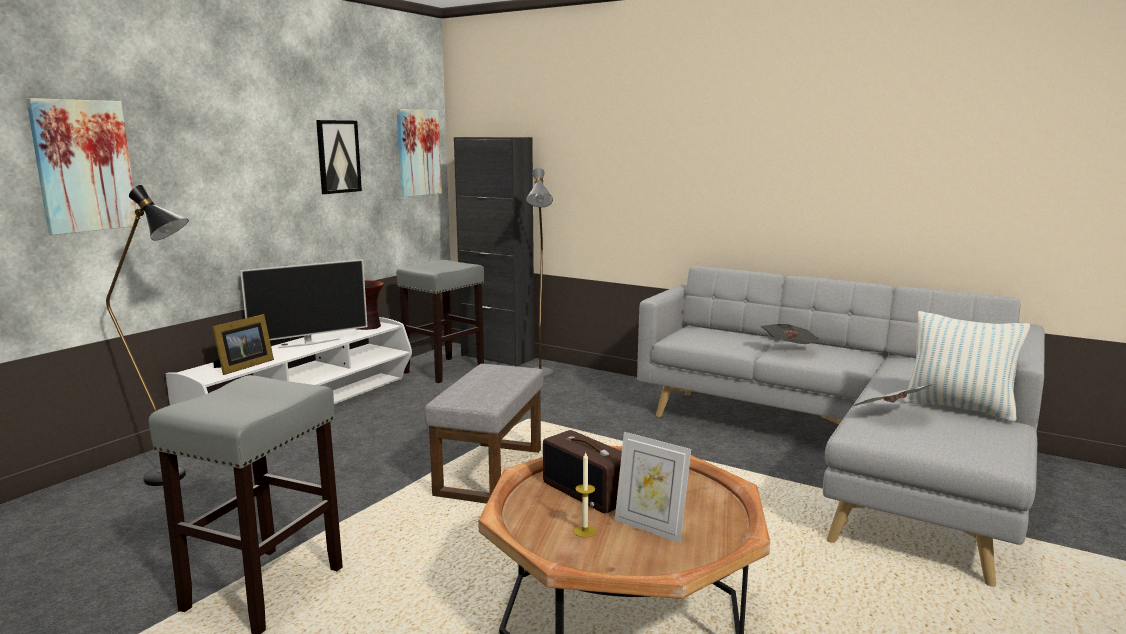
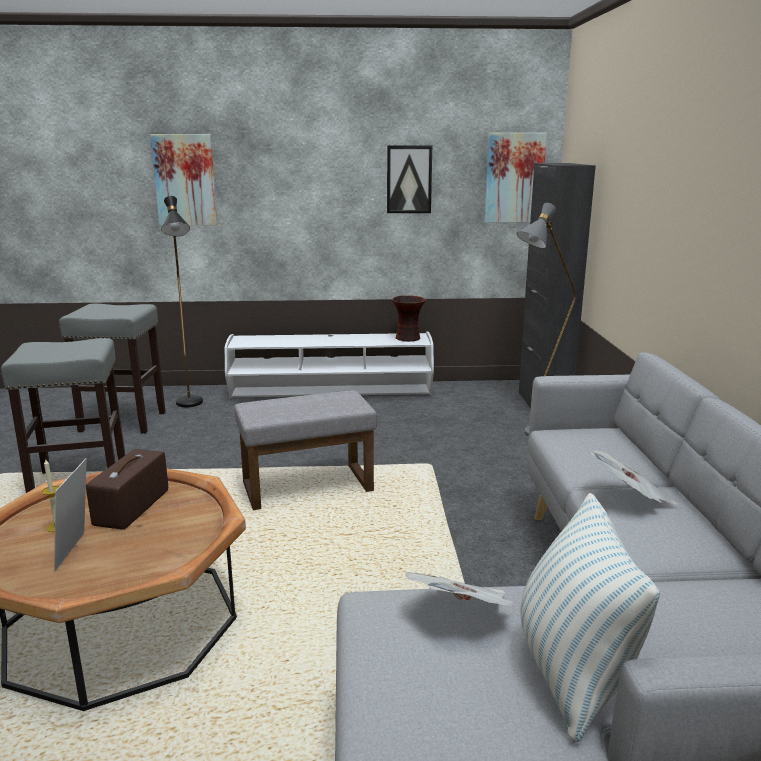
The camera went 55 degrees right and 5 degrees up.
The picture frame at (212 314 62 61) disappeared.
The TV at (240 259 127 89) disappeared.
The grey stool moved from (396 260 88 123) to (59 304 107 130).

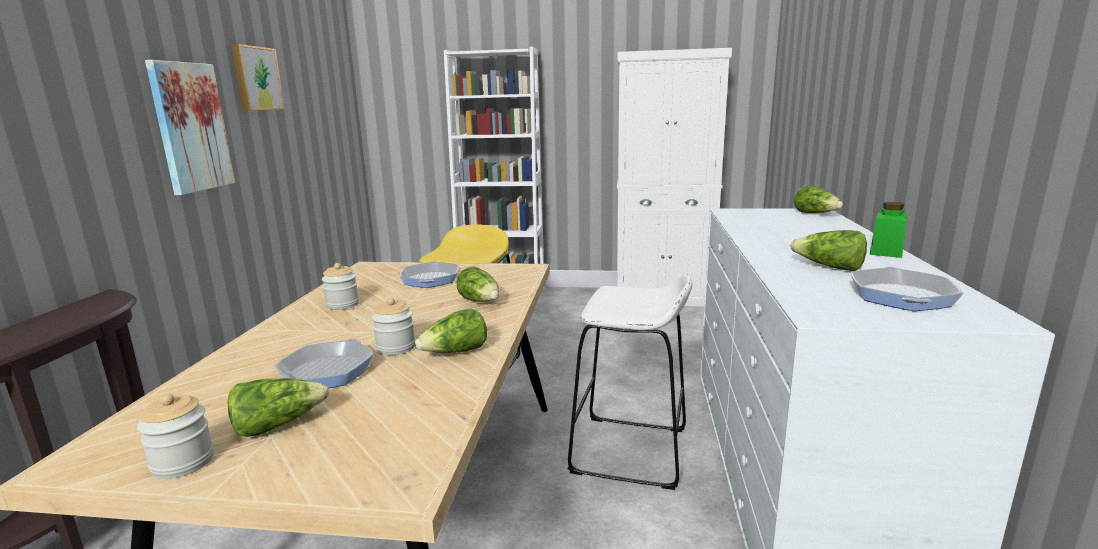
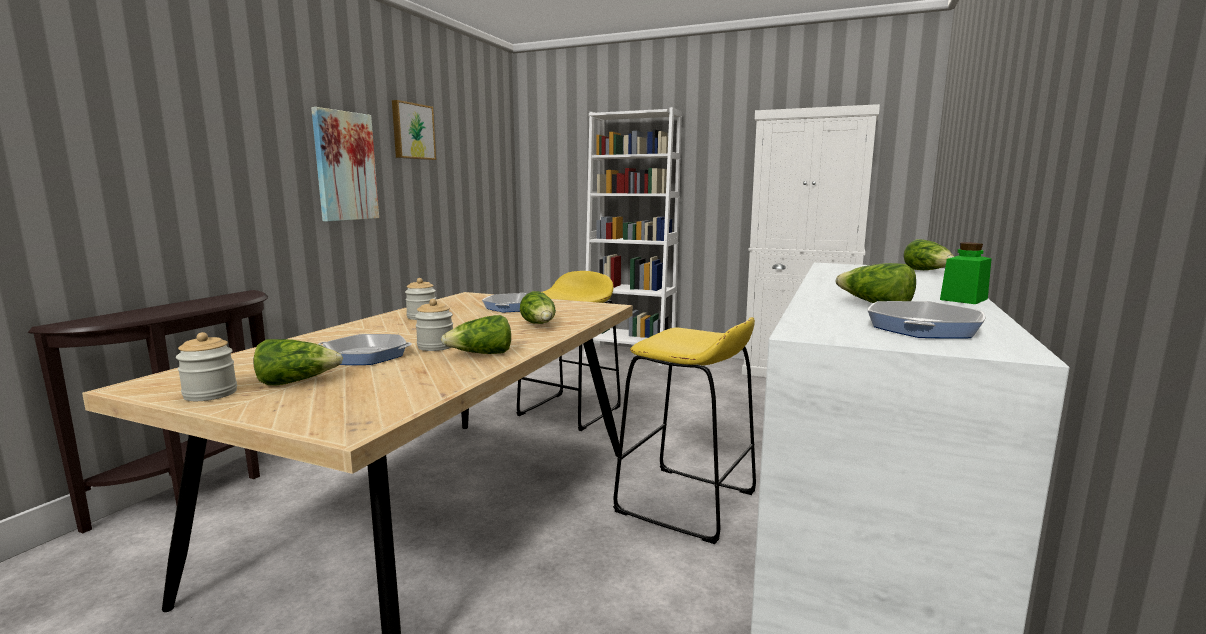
The camera went 15 degrees right and 5 degrees down.
The frying pan at (274 338 100 50) turned 120 degrees counterclockwise.
The whitish stool at (568 274 124 216) became the yellow stool at (613 317 143 227).

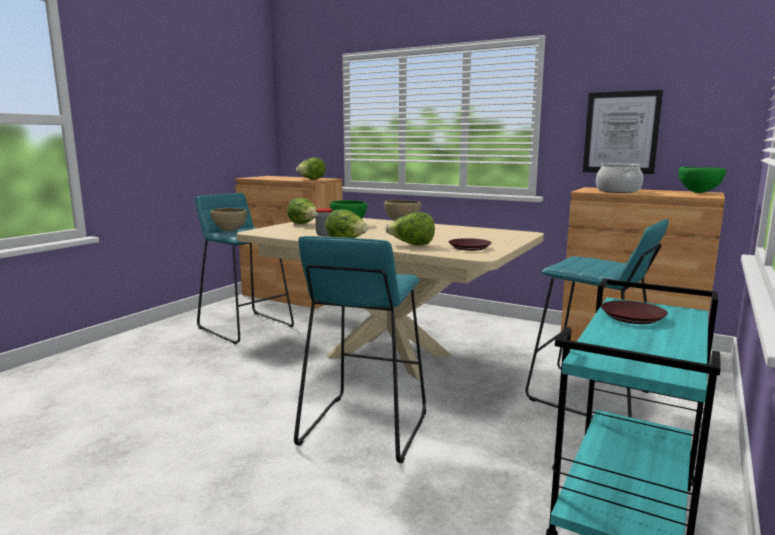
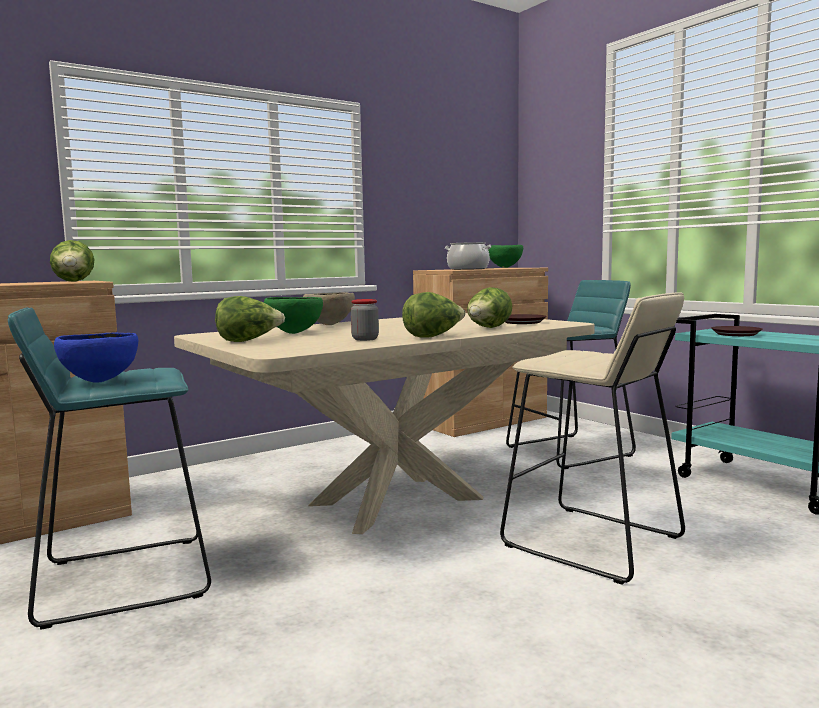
The camera went 65 degrees left and 5 degrees down.
The brown-coloured serving bowl at (210 208 37 24) became the blue-coloured serving bowl at (54 333 84 50).
The turquoise-coloured stool at (294 236 132 227) became the beige-coloured stool at (500 292 185 293).
The wall art at (583 90 80 84) disappeared.

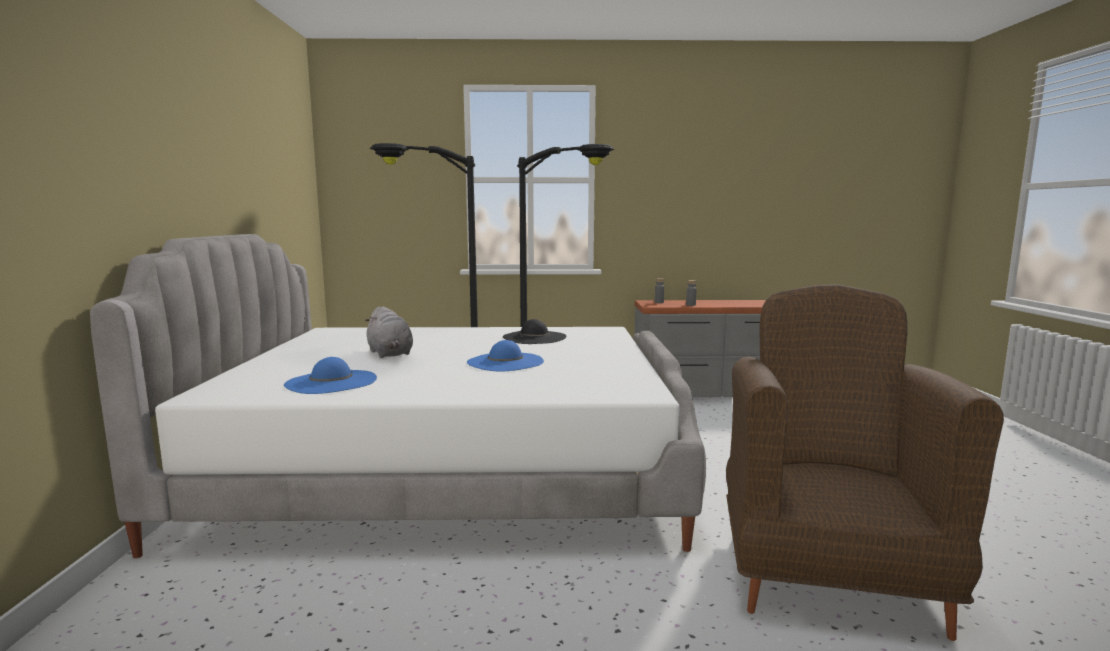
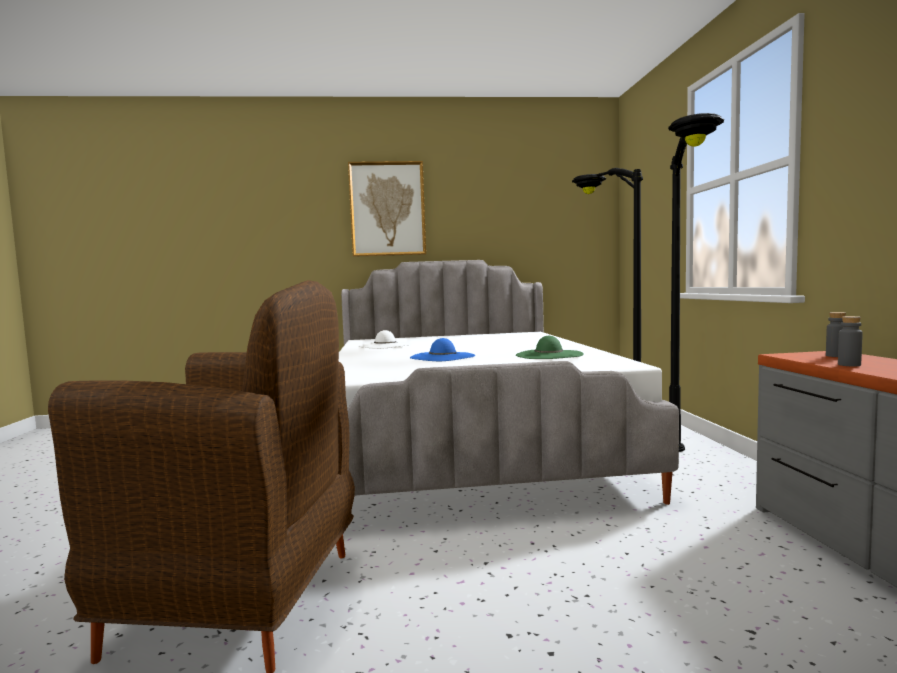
The camera went 85 degrees right and 5 degrees down.
The blue-coloured clothing hat at (284 357 93 37) became the whitish clothing hat at (358 330 54 19).
The grey plush toy at (365 307 48 51) disappeared.
The blackish clothing hat at (503 319 63 25) became the green clothing hat at (516 336 68 23).
The wall art at (348 161 78 96) appeared.

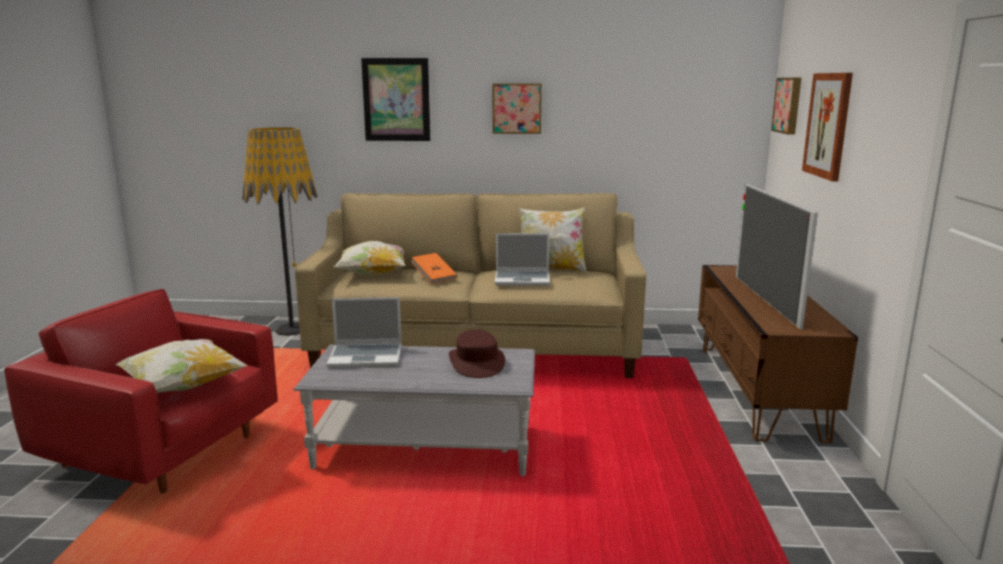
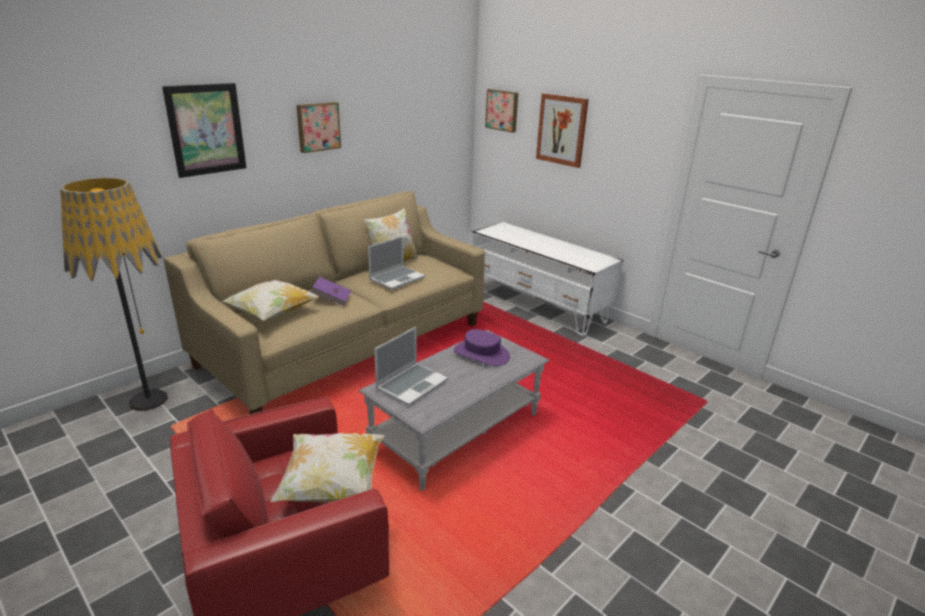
The camera went 50 degrees left and 10 degrees up.
The orange-coloured volume at (411 253 46 31) became the purple volume at (311 277 40 29).
The brown-coloured clothing hat at (449 330 56 48) became the purple clothing hat at (454 329 56 37).
The brown-coloured media console at (698 265 160 178) became the whitish media console at (471 222 152 114).
The TV at (736 184 82 145) disappeared.

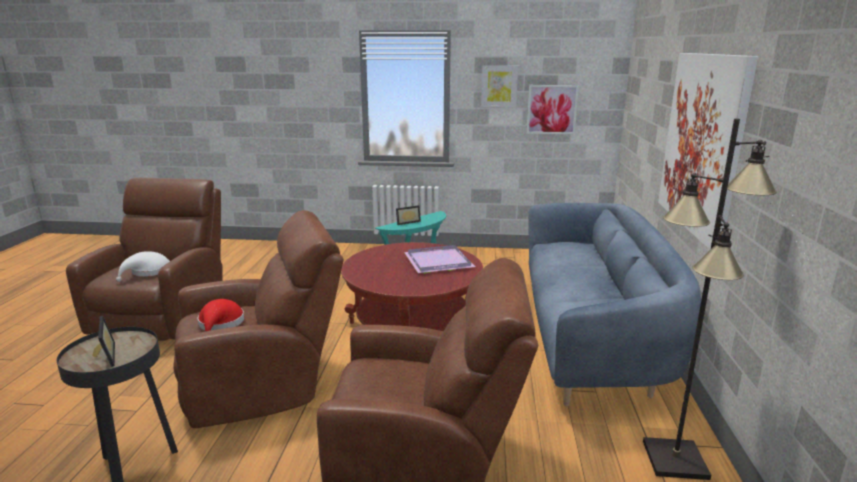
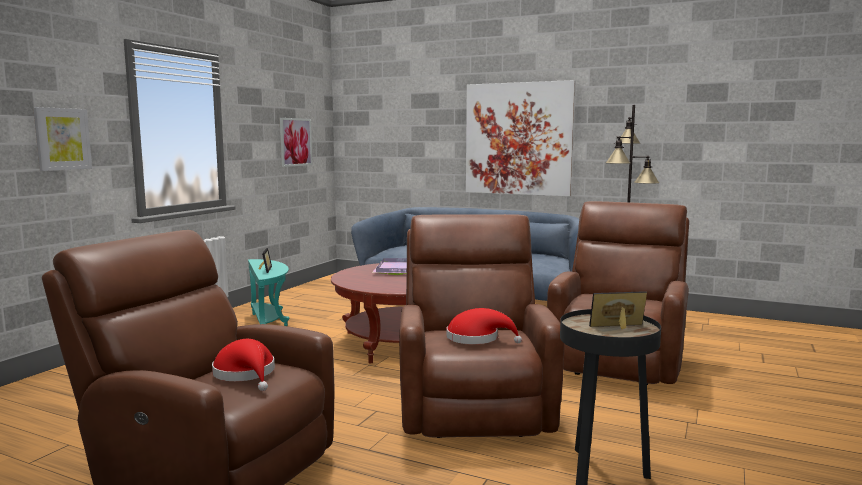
The camera went 70 degrees left and 10 degrees down.
The whitish clothing hat at (116 251 54 31) became the reddish clothing hat at (212 339 63 52).
The wall art moved from (481 65 37 43) to (33 107 59 64).

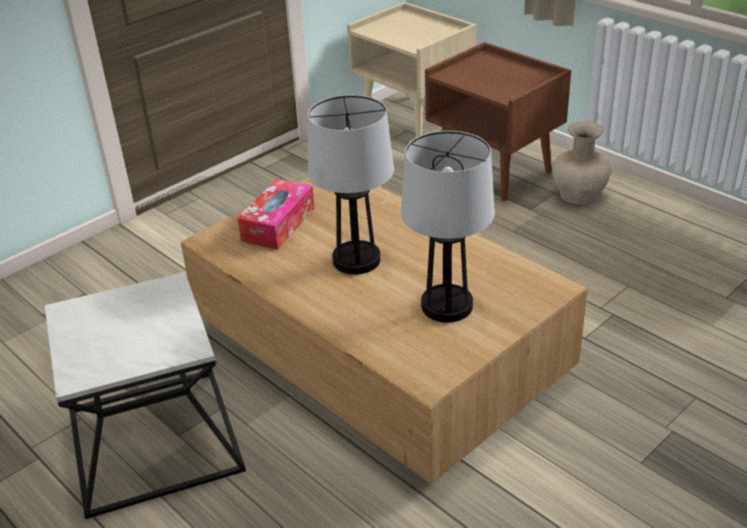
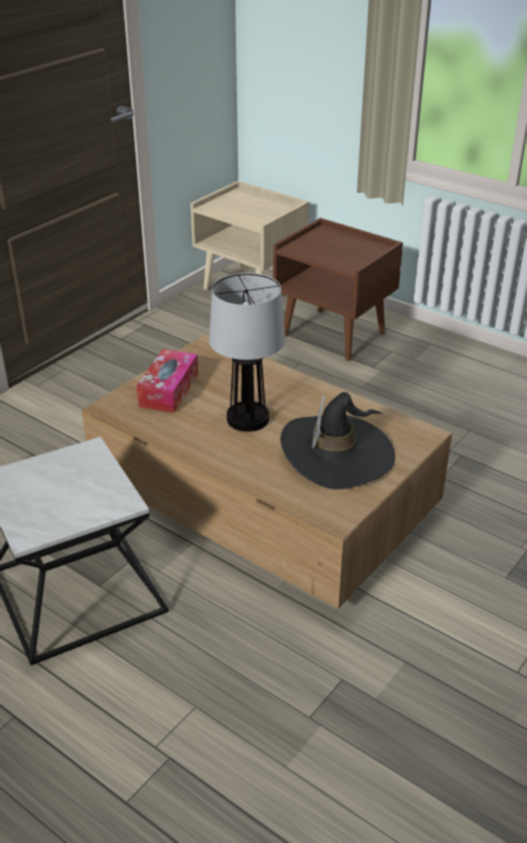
The camera went 10 degrees left and 0 degrees up.
The lamp for a table at (401 131 94 192) was replaced by the blackish clothing hat at (280 392 115 98).
The beige-coloured flower vase at (552 121 59 83) disappeared.

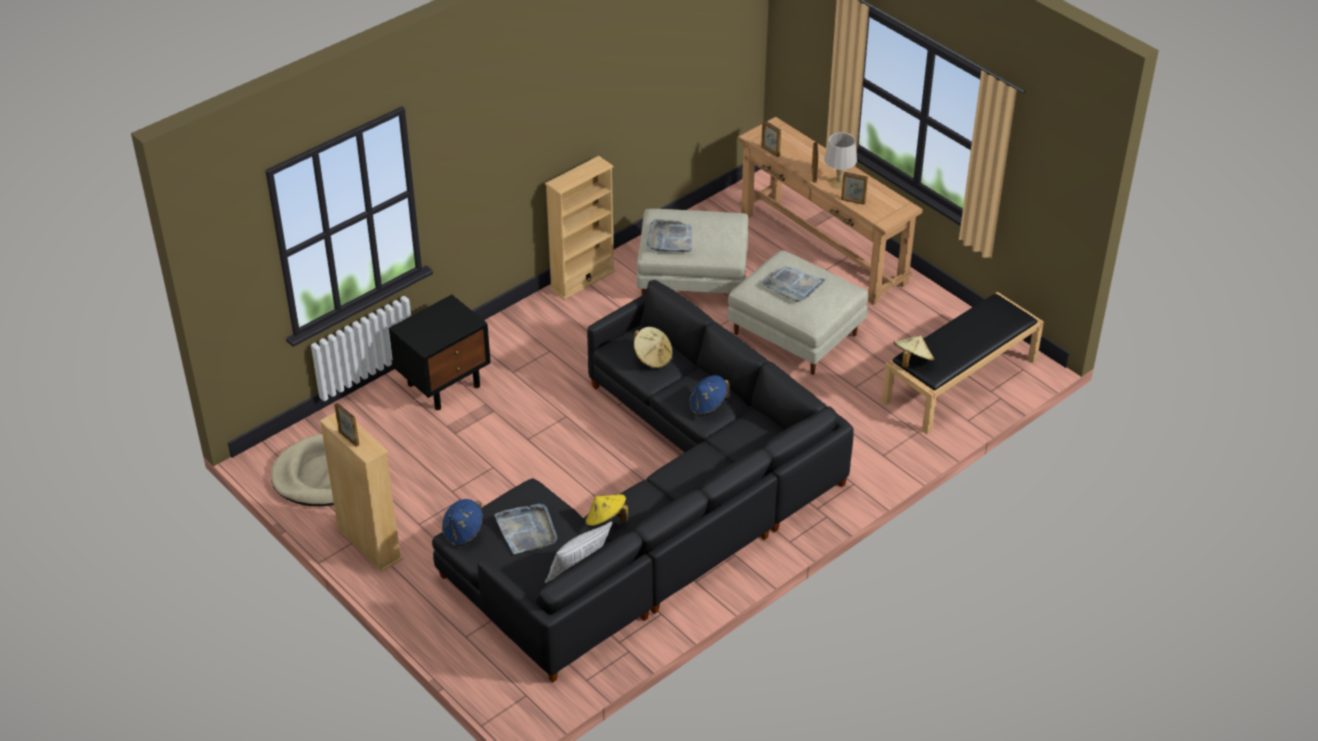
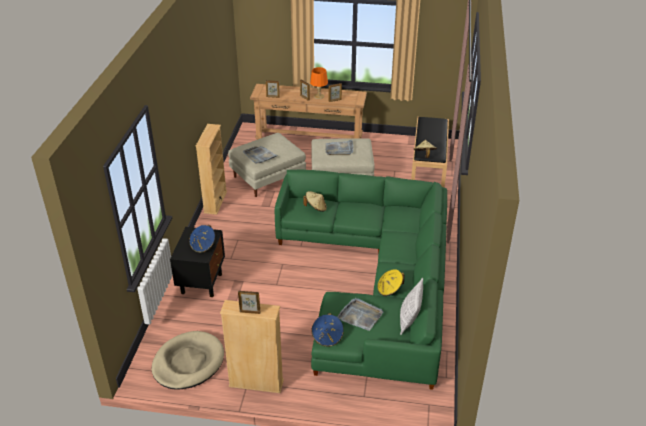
The camera went 40 degrees left and 5 degrees down.
The blackish couch at (432 280 422 402) became the green couch at (275 170 172 220).
The blue-coloured clothing hat moved from (690 375 40 41) to (189 225 26 28).
The grey lamp for a table at (824 132 33 57) became the orange-coloured lamp for a table at (310 67 18 32).

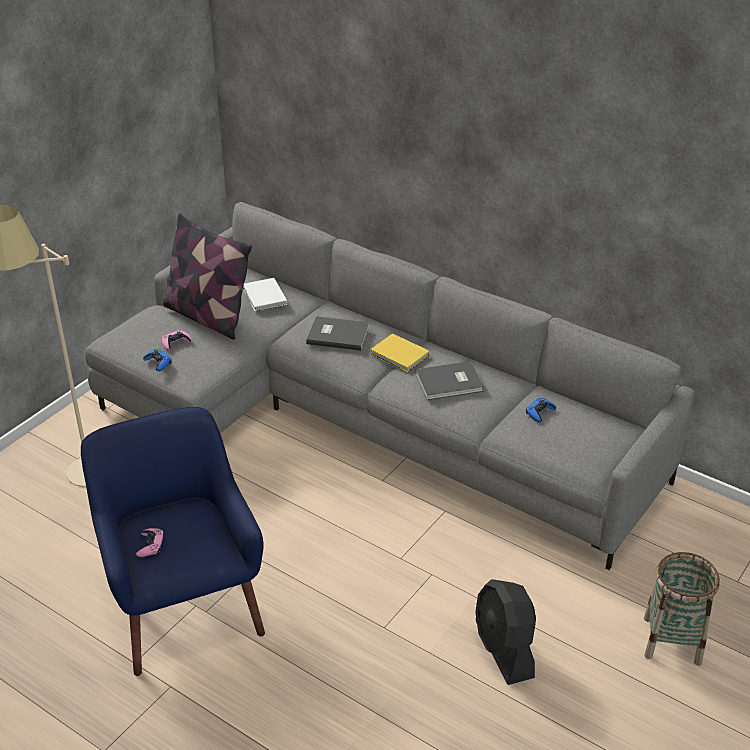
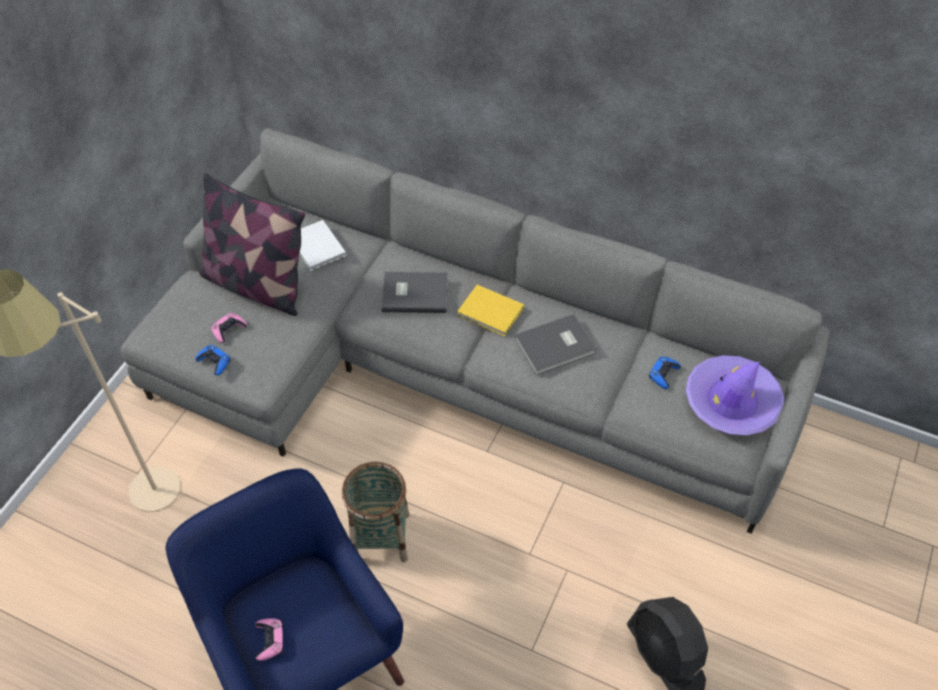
The camera went 10 degrees left and 15 degrees up.
The storage basket moved from (644 552 76 114) to (342 462 67 100).
The purple clothing hat at (686 355 98 80) appeared.

